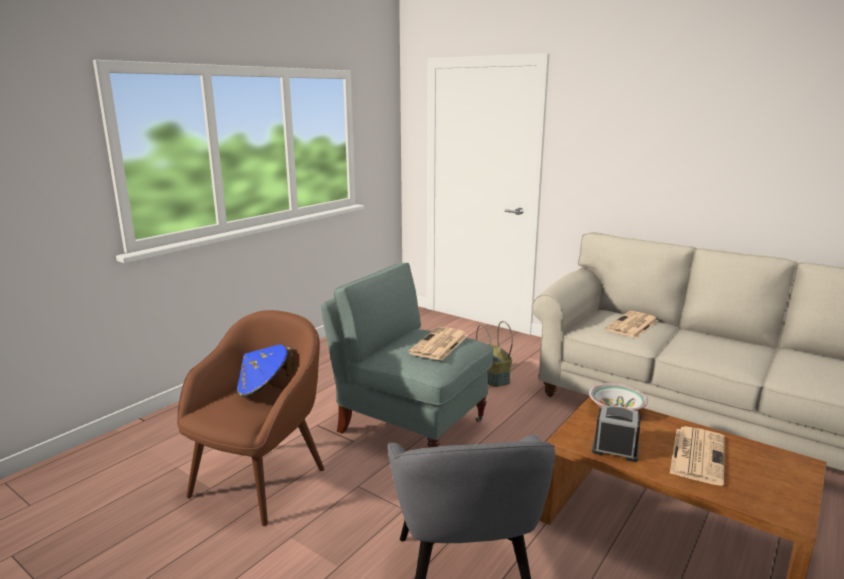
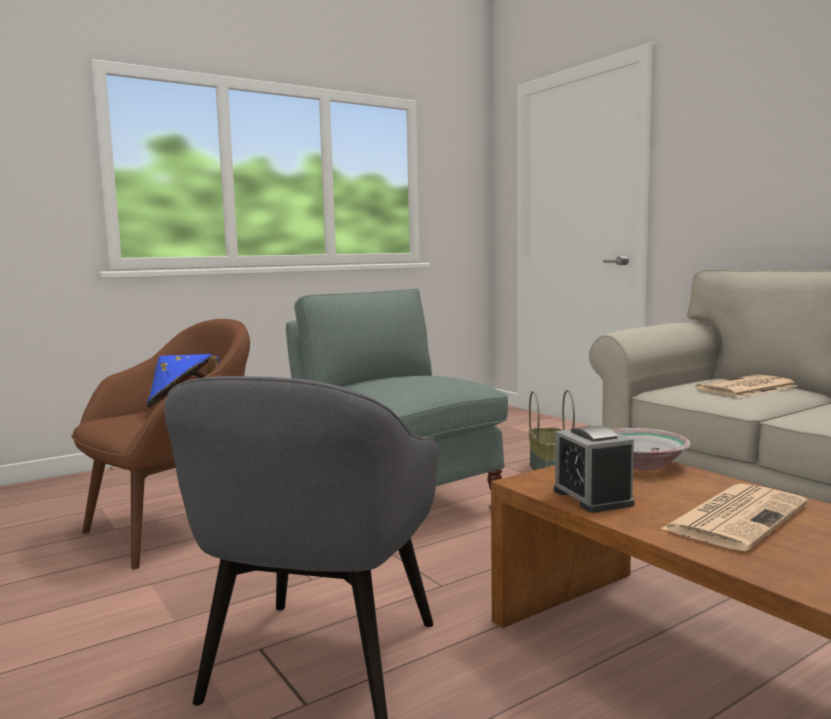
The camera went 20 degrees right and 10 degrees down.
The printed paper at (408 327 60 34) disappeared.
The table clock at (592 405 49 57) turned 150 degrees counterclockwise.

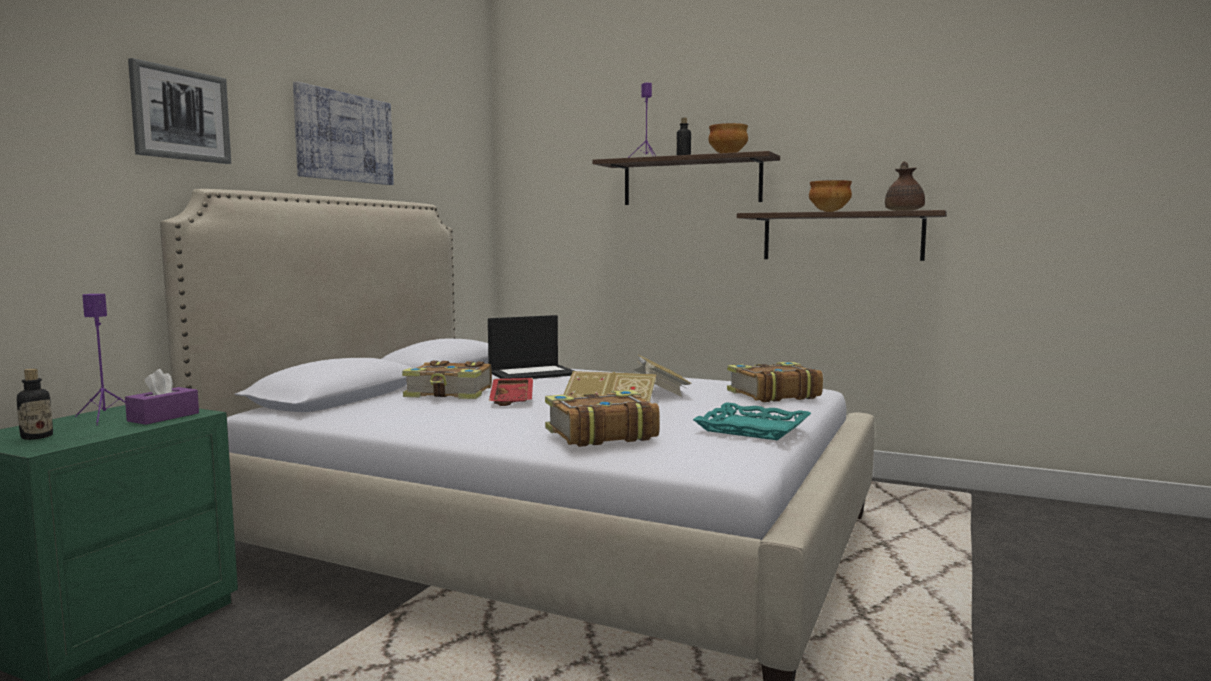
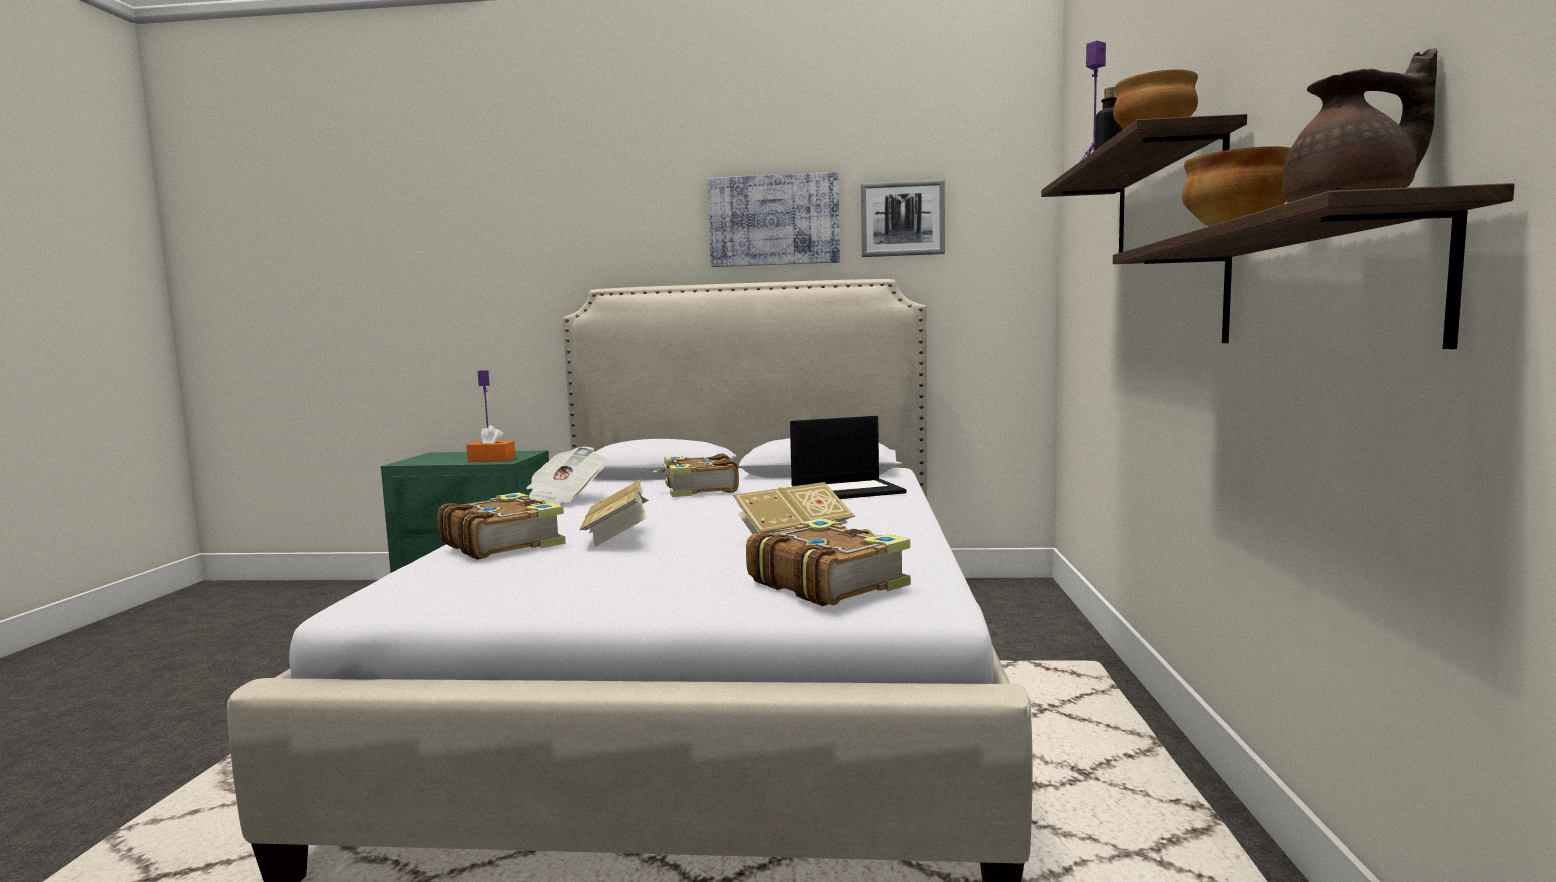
The camera went 70 degrees right and 0 degrees up.
The beverage bottle at (17 369 36 71) disappeared.
The purple tissue box at (125 369 74 56) became the orange-coloured tissue box at (466 425 50 37).
The wall art moved from (128 58 103 106) to (861 180 84 77).
The portable computer at (488 315 86 64) turned 60 degrees counterclockwise.
The reddish serving tray at (489 378 44 28) disappeared.
The turquoise-coloured serving tray at (693 402 118 38) disappeared.
The printed paper at (526 447 80 57) appeared.

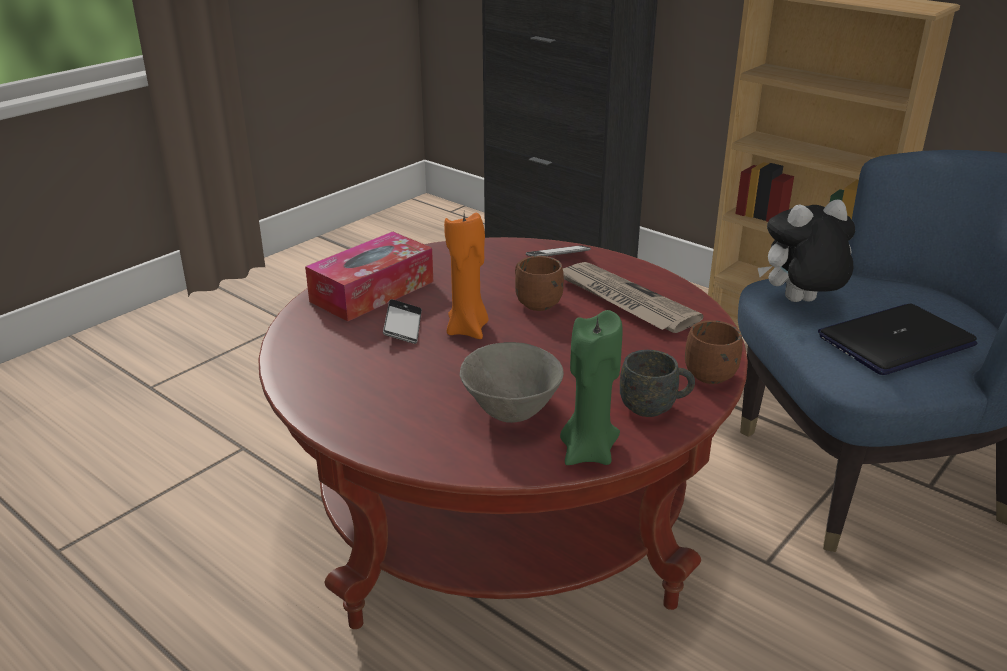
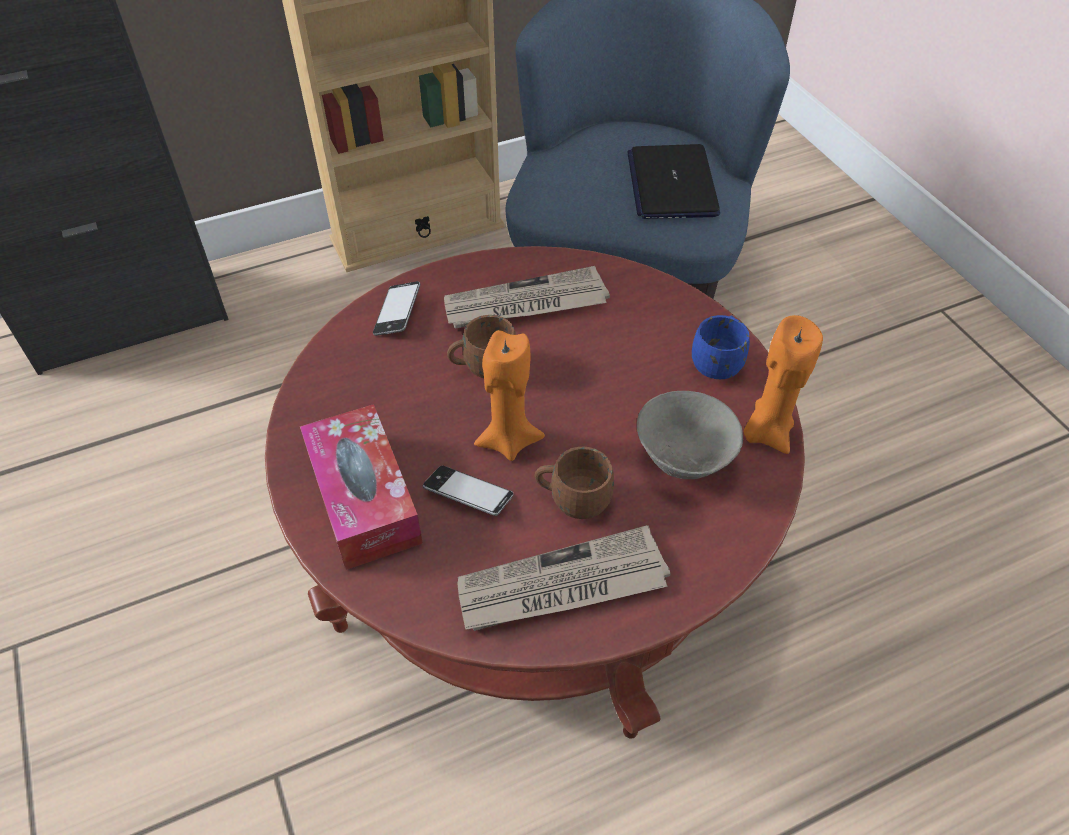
The camera went 65 degrees left and 20 degrees up.
The green wax light at (560 310 63 155) became the orange-coloured wax light at (744 315 79 139).
The grey coffee mug at (620 350 75 67) became the blue-coloured coffee mug at (692 315 58 64).
The brown-coloured coffee mug moved from (685 320 58 64) to (535 447 79 72).
The plush toy at (758 199 97 103) disappeared.
The printed paper at (457 525 213 106) appeared.

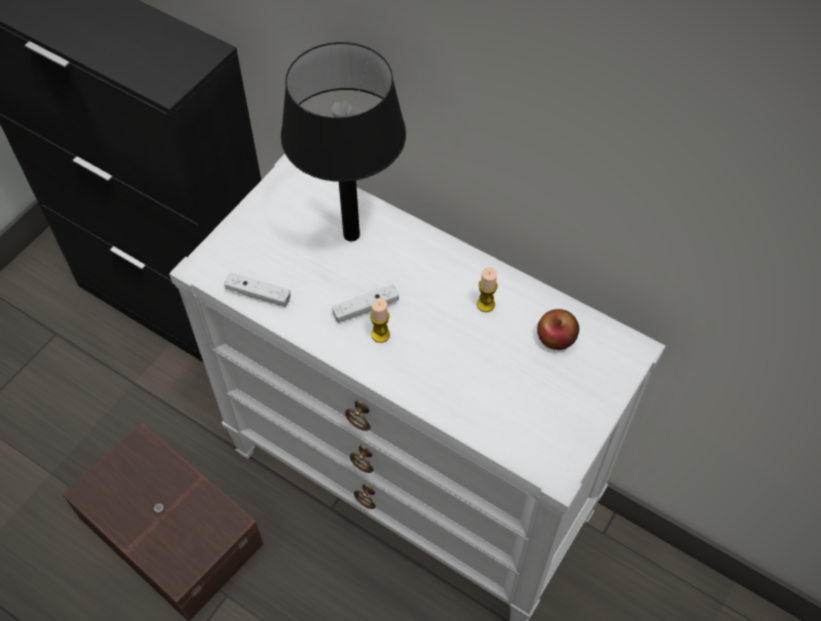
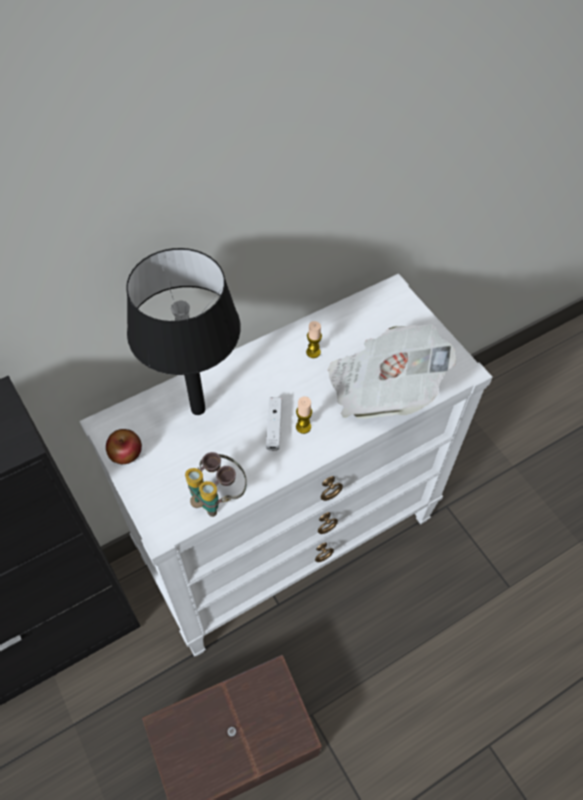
The camera went 65 degrees left and 0 degrees up.
The whitish joypad at (224 273 67 34) was replaced by the field glasses at (185 452 62 65).
The whole apple moved from (537 309 42 41) to (106 429 36 35).
The printed paper at (328 324 128 95) appeared.

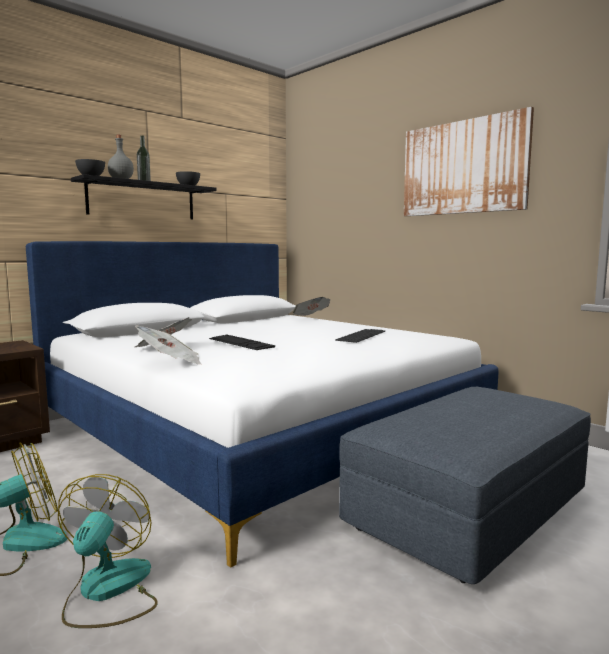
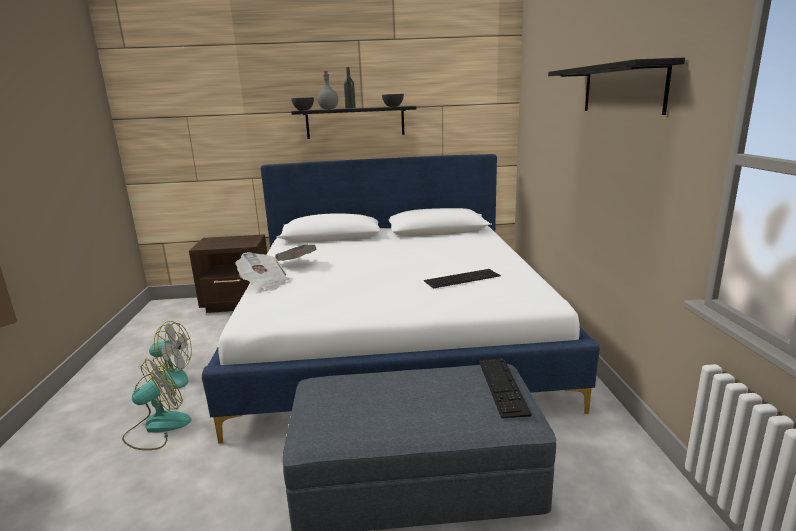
The camera went 40 degrees right and 10 degrees up.
The PC keyboard moved from (209 334 66 16) to (479 358 53 60).
The printed paper at (292 297 38 19) disappeared.
The wall art at (404 107 130 109) was replaced by the blackish shelf at (548 57 137 58).

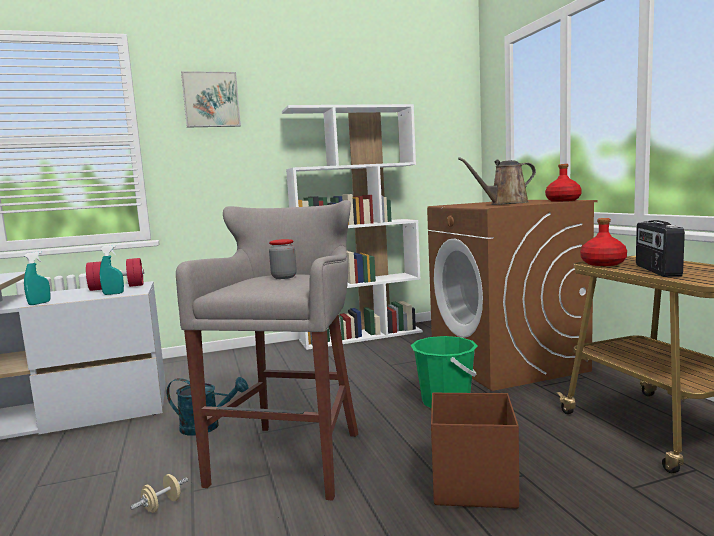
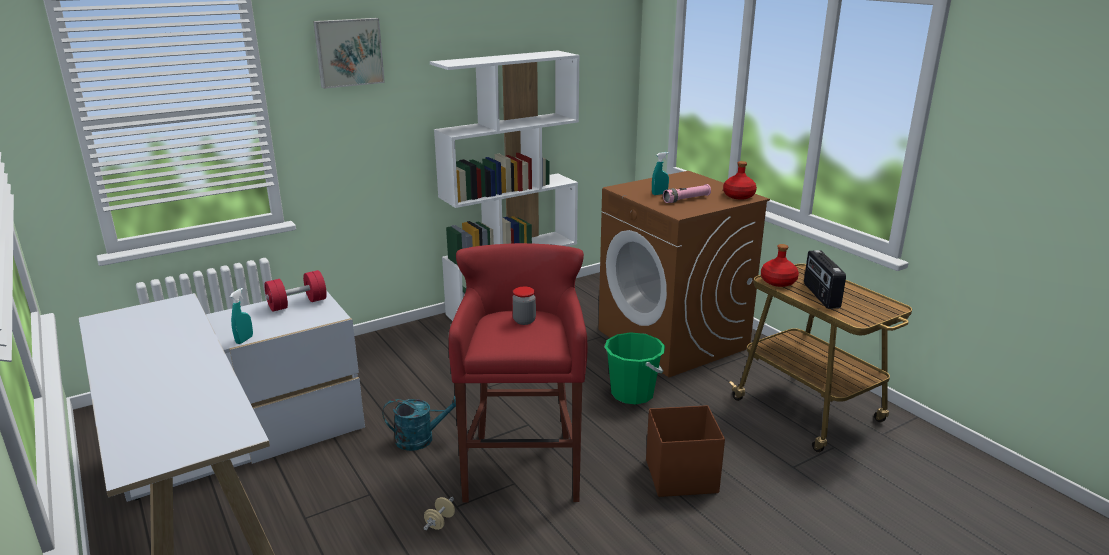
The camera went 15 degrees left and 15 degrees up.
The turquoise-coloured sprayer moved from (100 245 24 50) to (652 152 17 43).
The grey stool at (176 200 182 301) became the reddish stool at (449 243 139 260).
The brown-coloured watering can at (458 157 78 48) was replaced by the pink torch at (663 184 48 19).

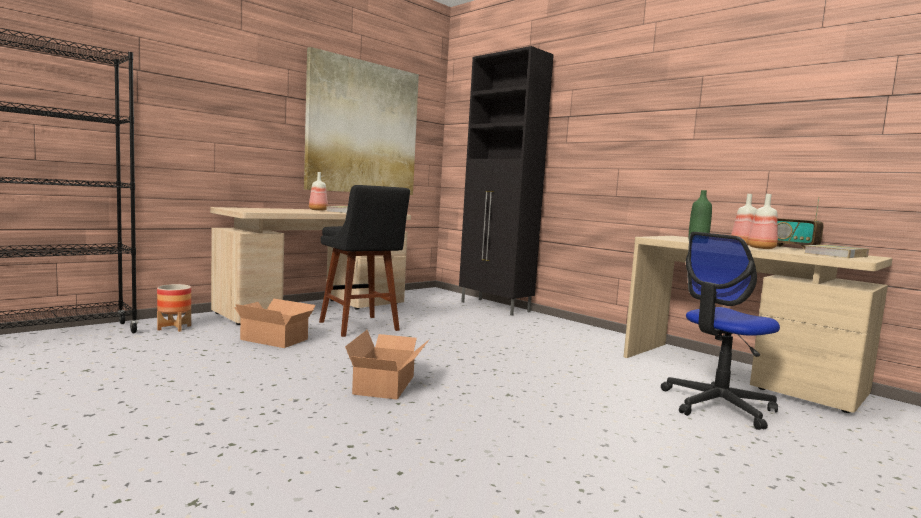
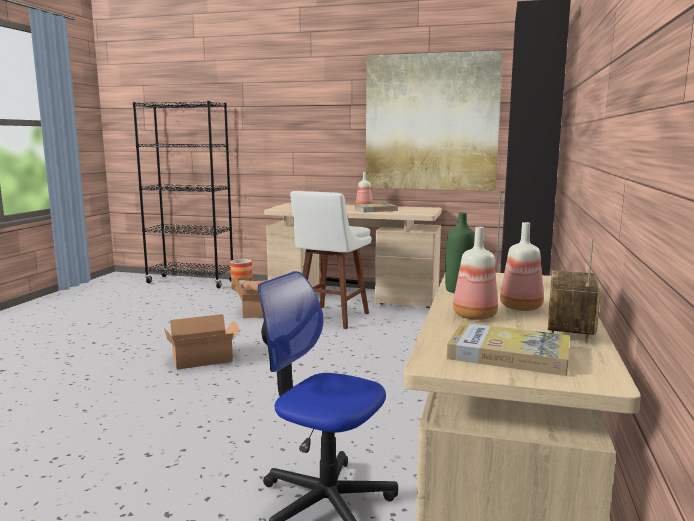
The camera went 60 degrees right and 5 degrees up.
The blackish stool at (319 185 91 152) became the whitish stool at (290 191 81 138).

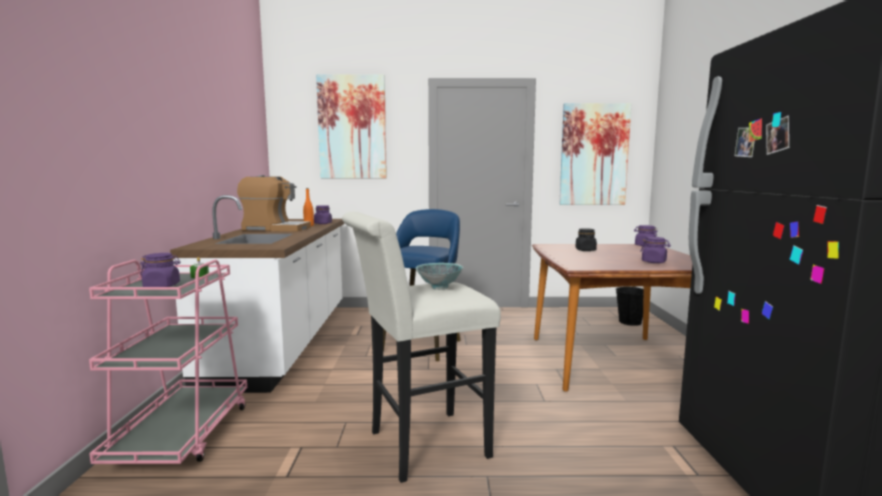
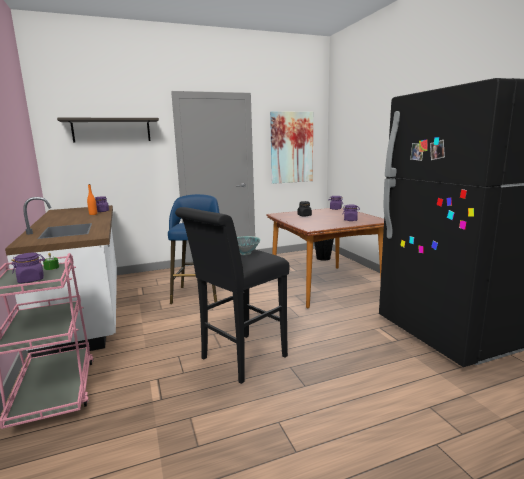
The camera went 20 degrees left and 5 degrees up.
The coffee maker at (237 175 74 57) disappeared.
The wall art at (316 74 71 104) was replaced by the shelf at (57 118 102 24).
The whitish stool at (342 212 159 271) became the blackish stool at (175 207 115 177).

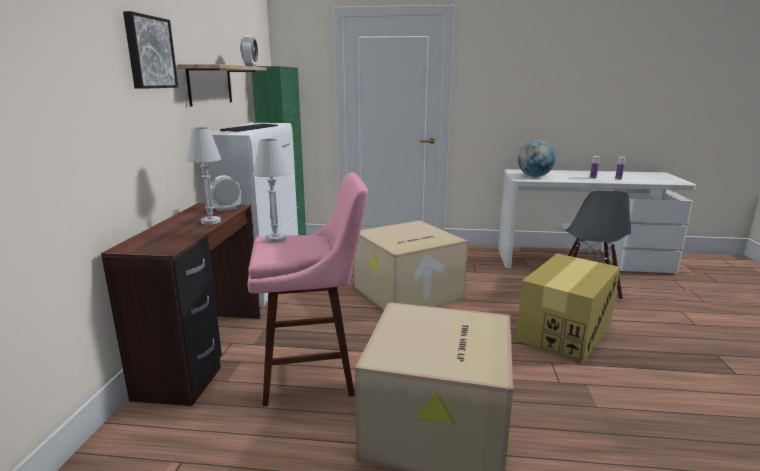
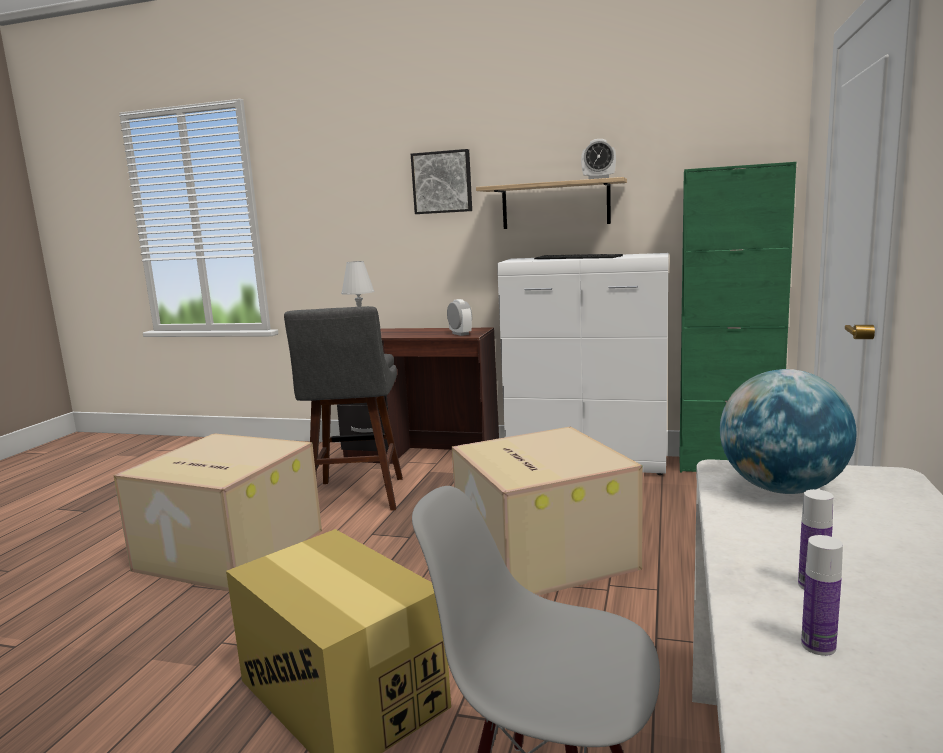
The camera went 100 degrees right and 5 degrees down.
The whitish lamp for a table at (186 127 35 98) disappeared.
The pink stool at (247 173 121 233) became the grey stool at (284 306 119 205).

